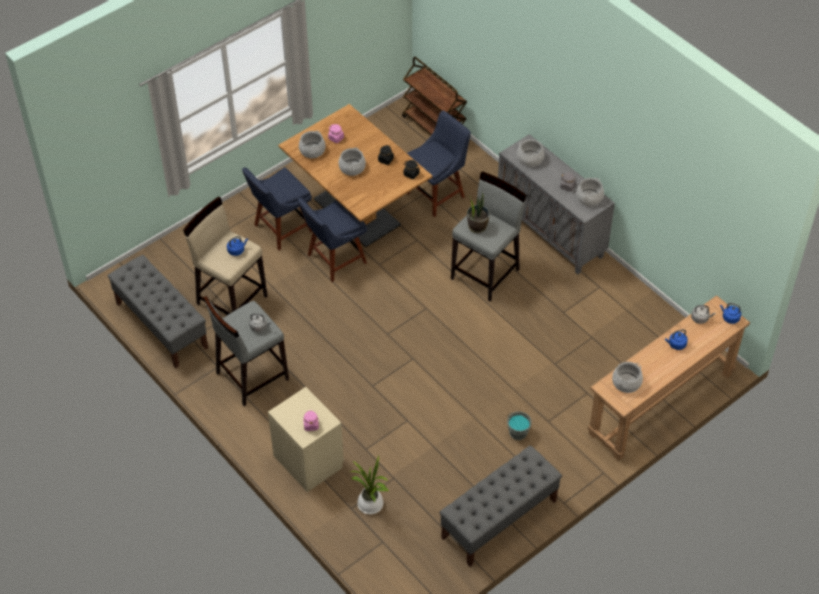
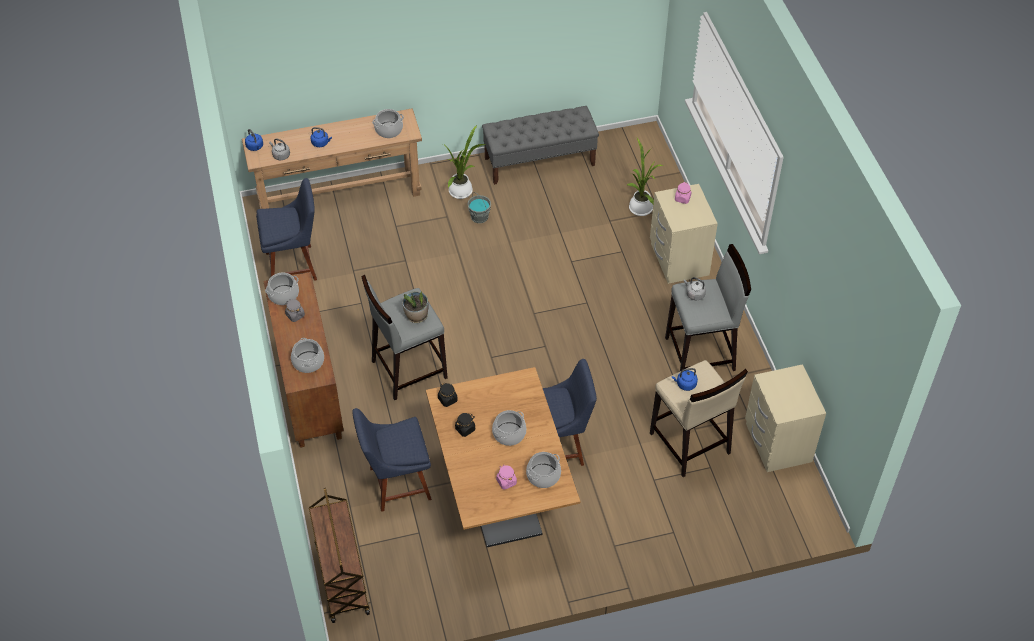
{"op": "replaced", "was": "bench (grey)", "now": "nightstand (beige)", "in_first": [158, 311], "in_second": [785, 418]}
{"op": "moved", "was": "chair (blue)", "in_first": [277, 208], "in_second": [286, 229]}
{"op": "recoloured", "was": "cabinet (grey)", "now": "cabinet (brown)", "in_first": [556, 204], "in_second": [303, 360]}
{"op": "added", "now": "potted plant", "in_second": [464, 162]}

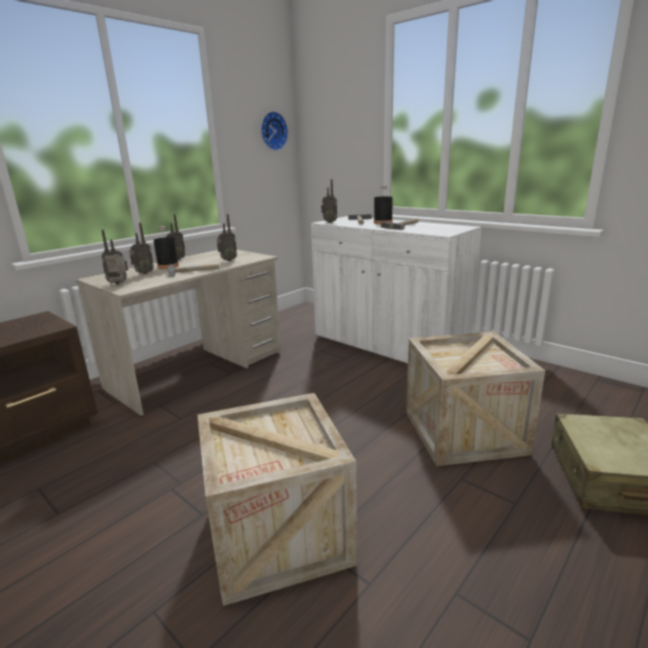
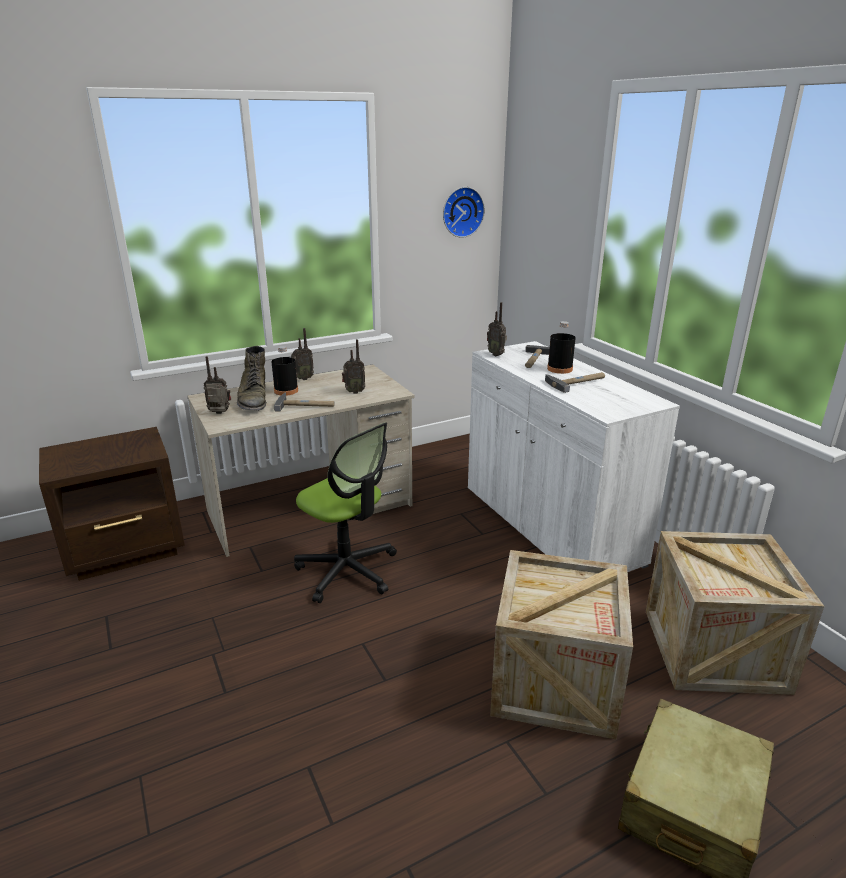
{"op": "replaced", "was": "radio", "now": "boot (green)", "in_first": [141, 248], "in_second": [251, 378]}
{"op": "moved", "was": "crate", "in_first": [277, 499], "in_second": [735, 613]}
{"op": "added", "now": "office chair", "in_second": [345, 512]}

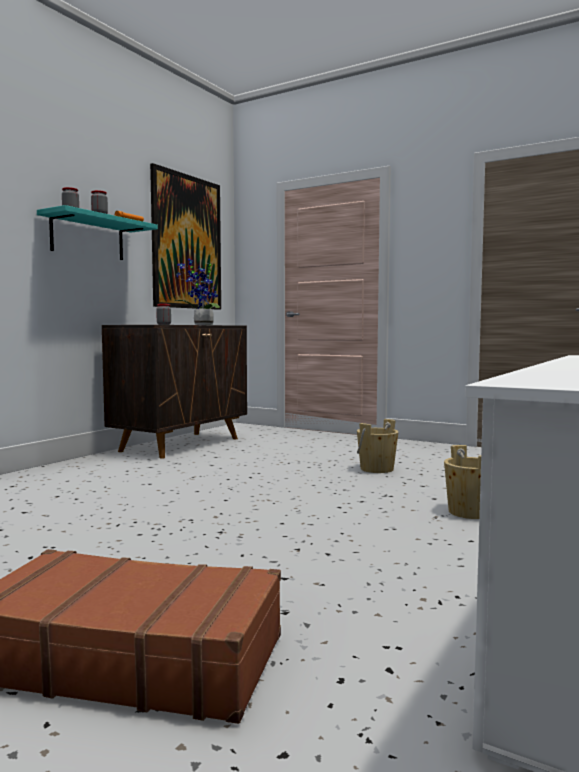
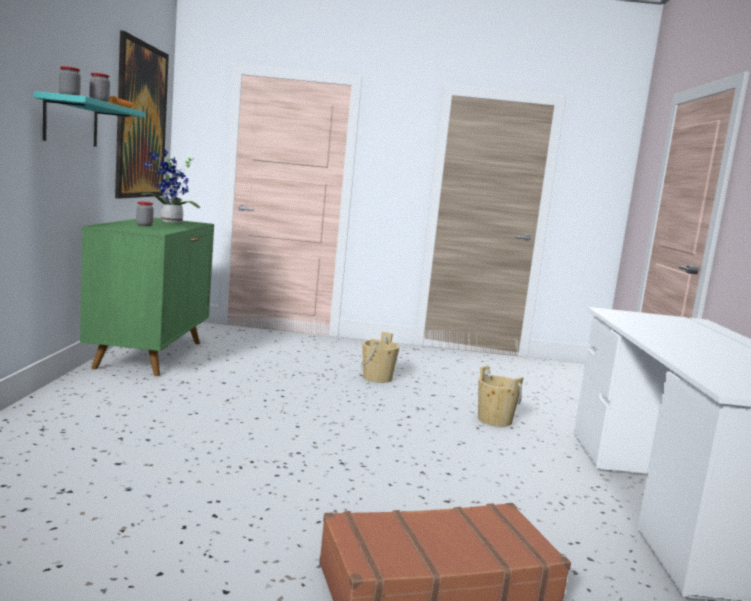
{"op": "recoloured", "was": "cabinet (brown)", "now": "cabinet (green)", "in_first": [174, 392], "in_second": [147, 297]}

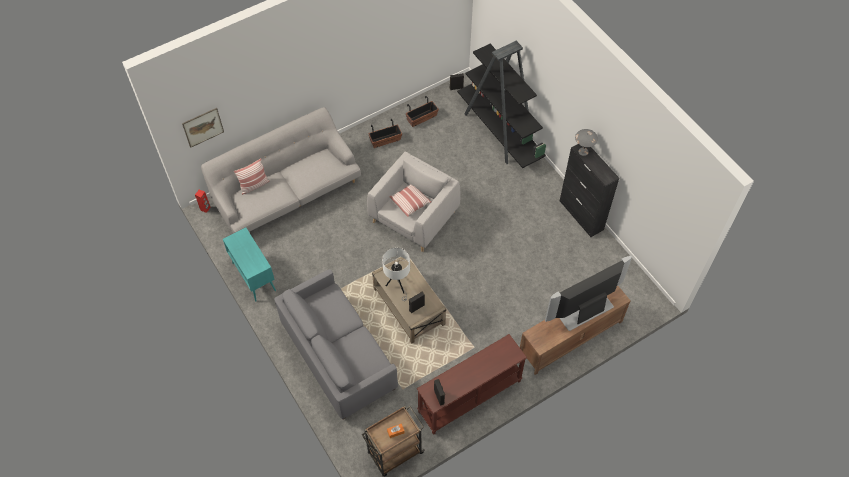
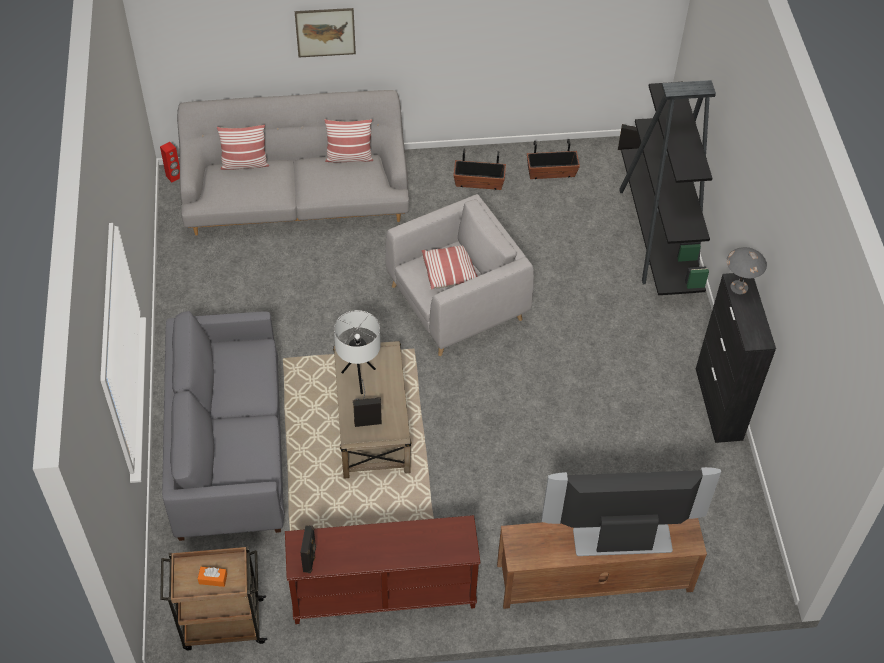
{"op": "moved", "was": "picture", "in_first": [203, 128], "in_second": [325, 32]}
{"op": "removed", "was": "cabinet (turquoise)", "in_first": [249, 264]}
{"op": "added", "now": "pillow", "in_second": [348, 141]}

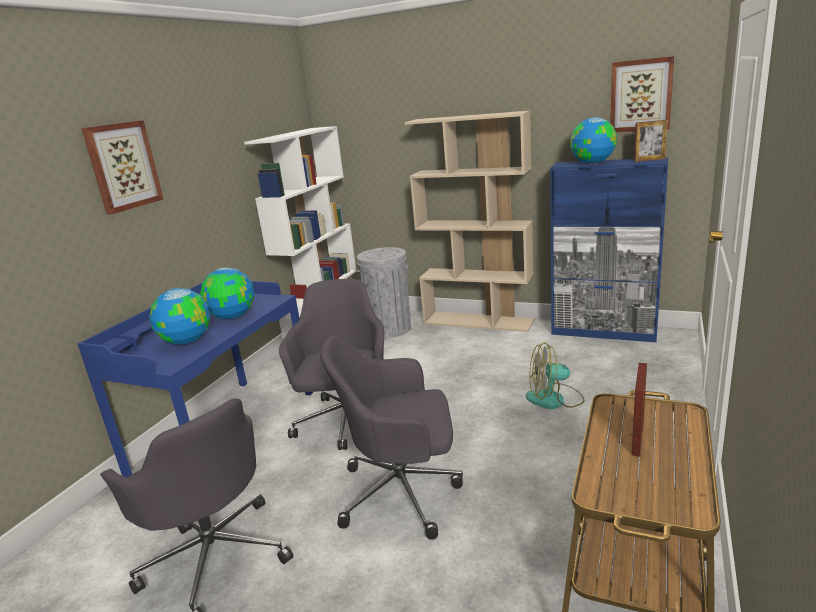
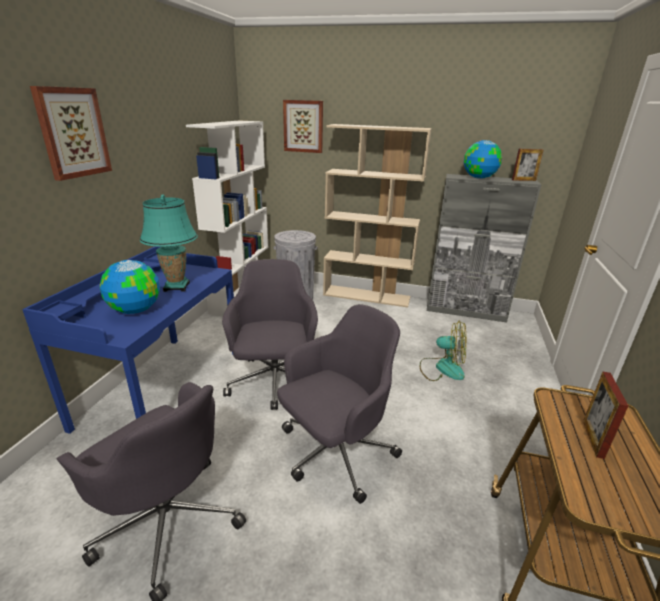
{"op": "replaced", "was": "globe", "now": "table lamp (turquoise)", "in_first": [227, 293], "in_second": [169, 243]}
{"op": "turned", "was": "office chair (grey)", "in_first": [391, 437], "in_second": [339, 404], "clockwise": 150}
{"op": "turned", "was": "fan", "in_first": [555, 376], "in_second": [443, 351], "clockwise": -150}
{"op": "recoloured", "was": "cabinet (blue)", "now": "cabinet (grey)", "in_first": [609, 250], "in_second": [484, 248]}
{"op": "moved", "was": "picture", "in_first": [642, 94], "in_second": [303, 126]}

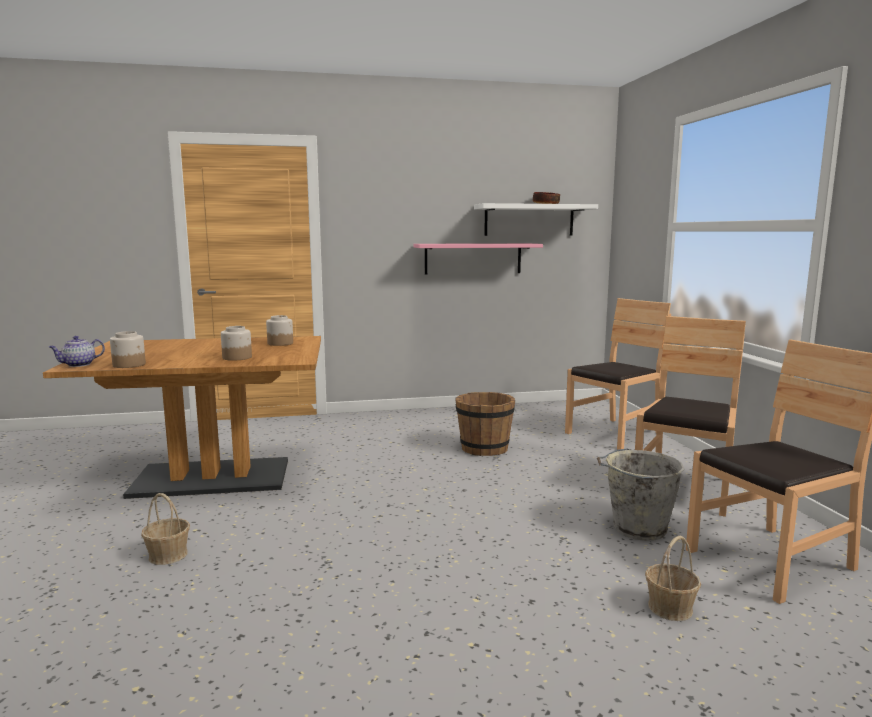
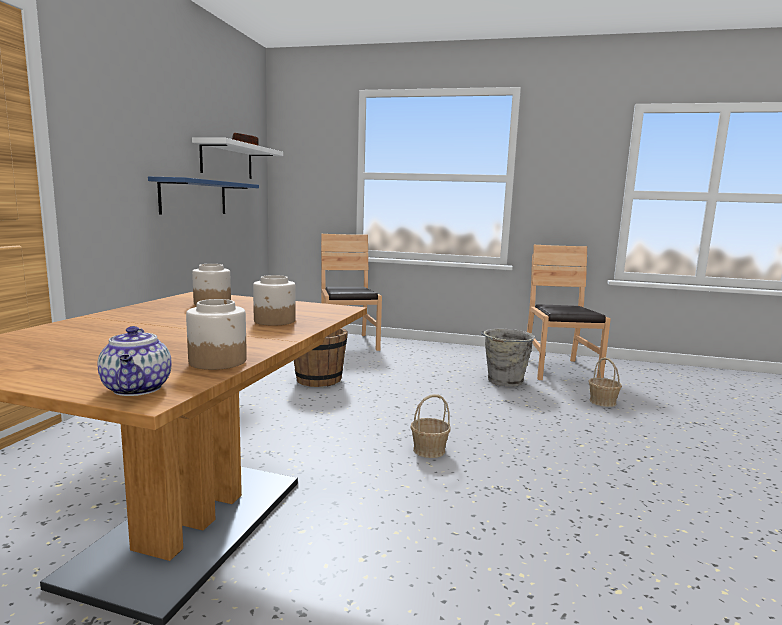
{"op": "moved", "was": "basket", "in_first": [165, 529], "in_second": [430, 426]}
{"op": "recoloured", "was": "shelf (pink)", "now": "shelf (blue)", "in_first": [478, 258], "in_second": [203, 196]}
{"op": "removed", "was": "chair (brown)", "in_first": [690, 416]}

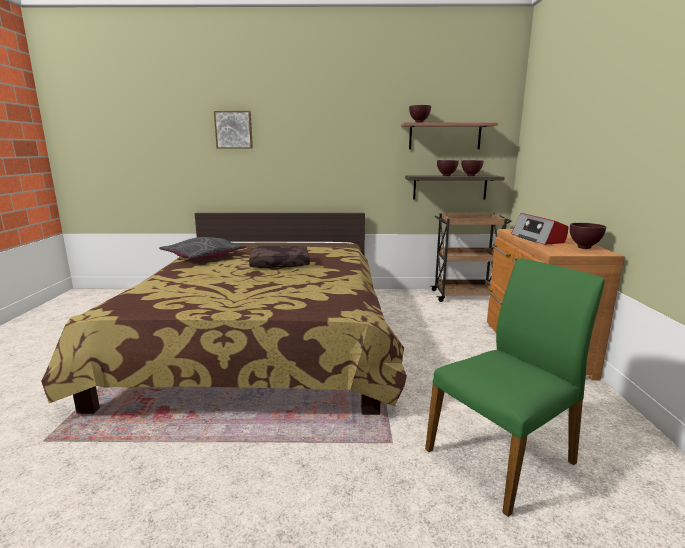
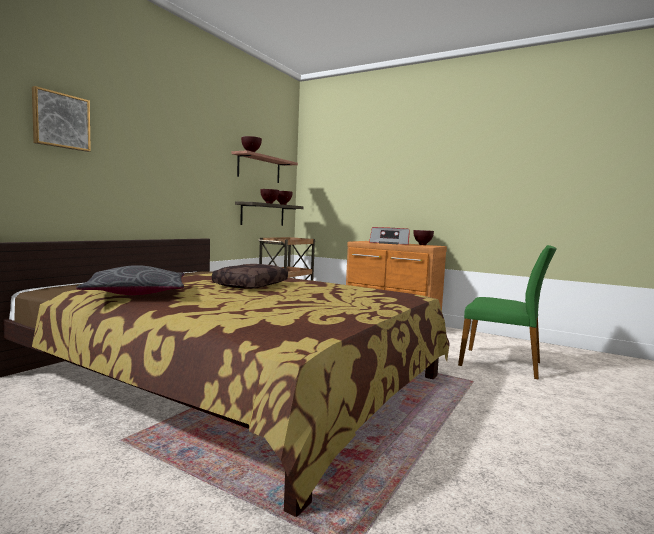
{"op": "turned", "was": "chair (green)", "in_first": [515, 387], "in_second": [507, 312], "clockwise": 120}

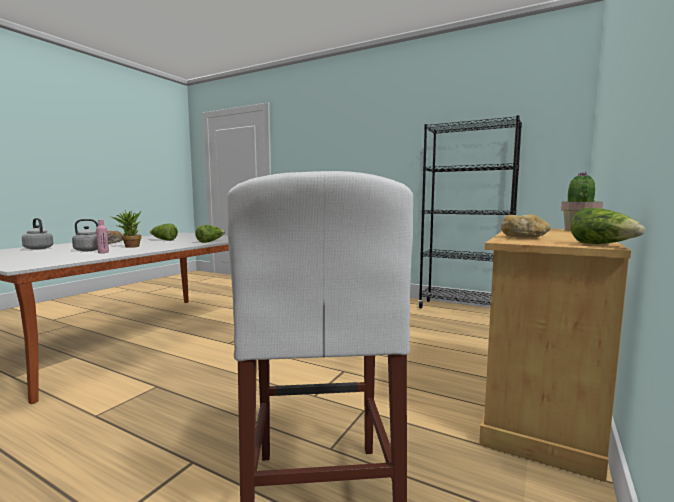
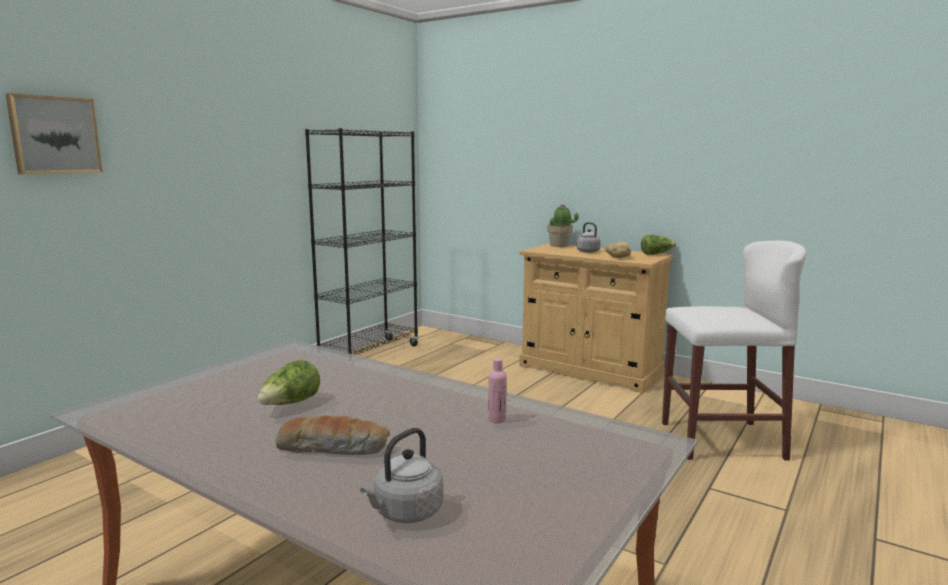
{"op": "moved", "was": "kettle (grey)", "in_first": [91, 235], "in_second": [588, 237]}
{"op": "removed", "was": "potted plant", "in_first": [125, 229]}
{"op": "removed", "was": "lettuce", "in_first": [210, 234]}
{"op": "added", "now": "picture", "in_second": [54, 133]}

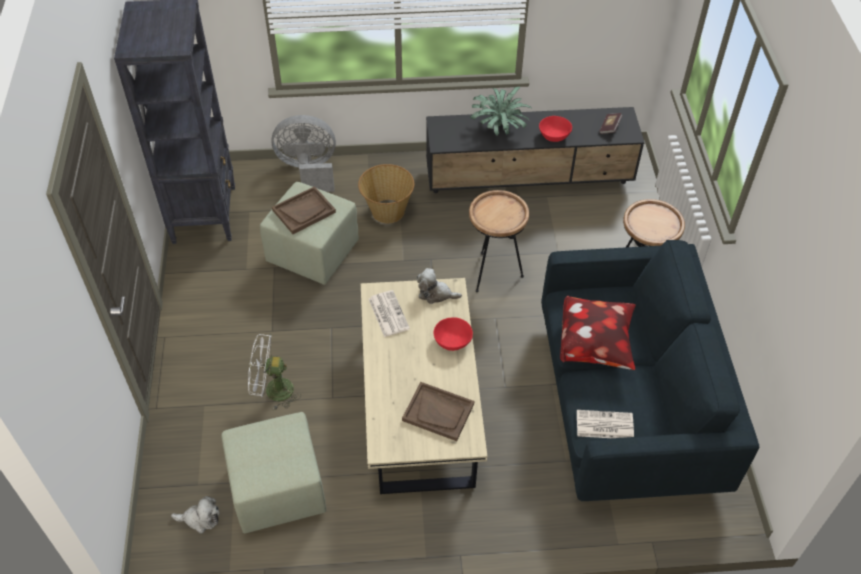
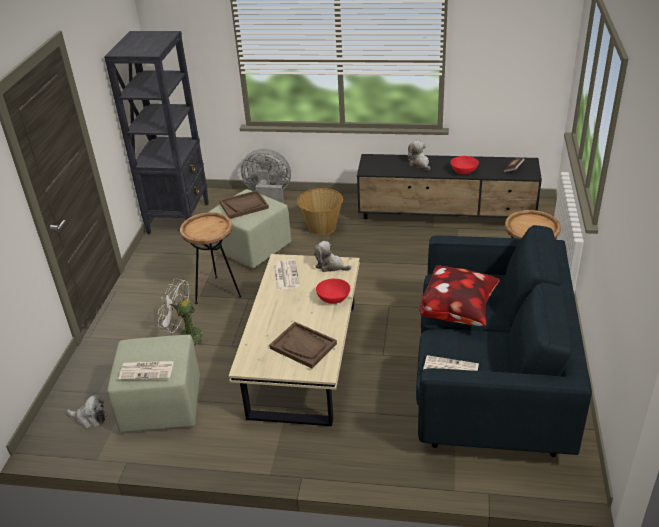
{"op": "moved", "was": "side table (brown)", "in_first": [499, 241], "in_second": [210, 258]}
{"op": "replaced", "was": "potted plant", "now": "plush toy", "in_first": [500, 111], "in_second": [418, 156]}
{"op": "added", "now": "newspaper", "in_second": [146, 370]}

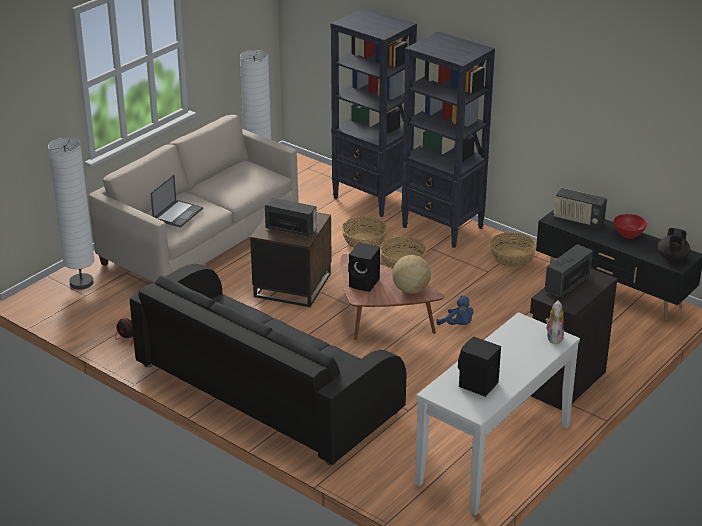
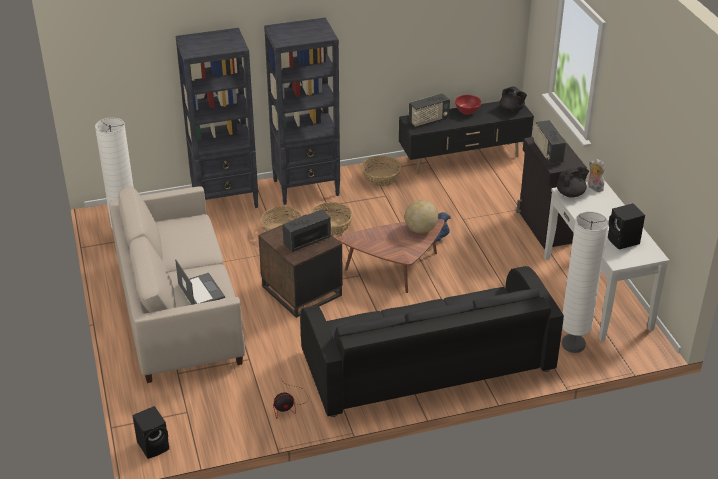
{"op": "moved", "was": "floor lamp (white)", "in_first": [71, 214], "in_second": [585, 282]}
{"op": "moved", "was": "speaker (black)", "in_first": [364, 266], "in_second": [151, 432]}
{"op": "added", "now": "teapot (black)", "in_second": [573, 182]}

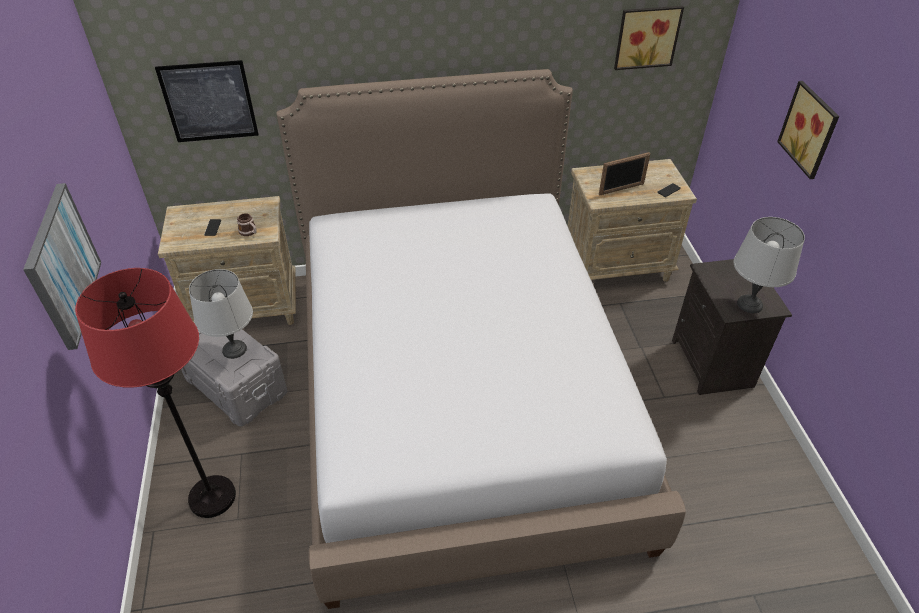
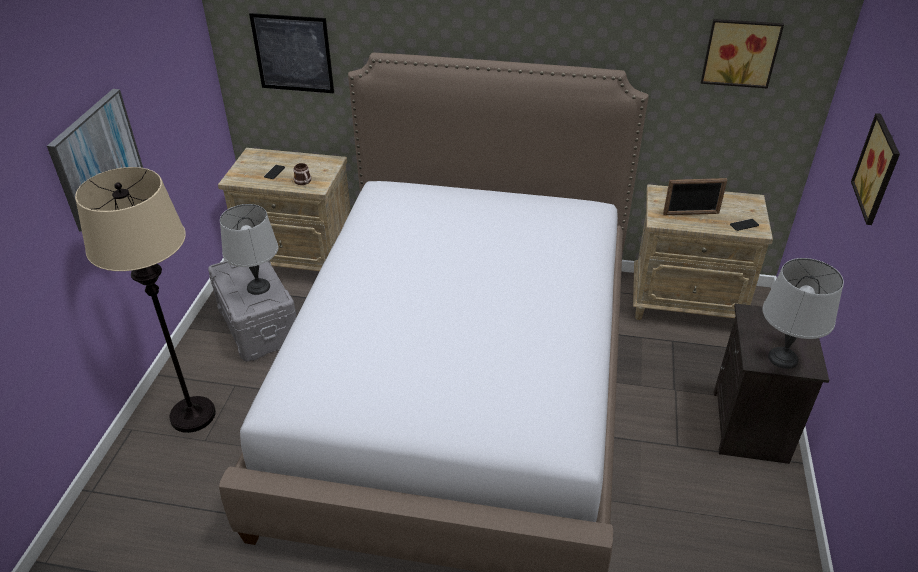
{"op": "recoloured", "was": "floor lamp (red)", "now": "floor lamp (beige)", "in_first": [155, 393], "in_second": [145, 300]}

